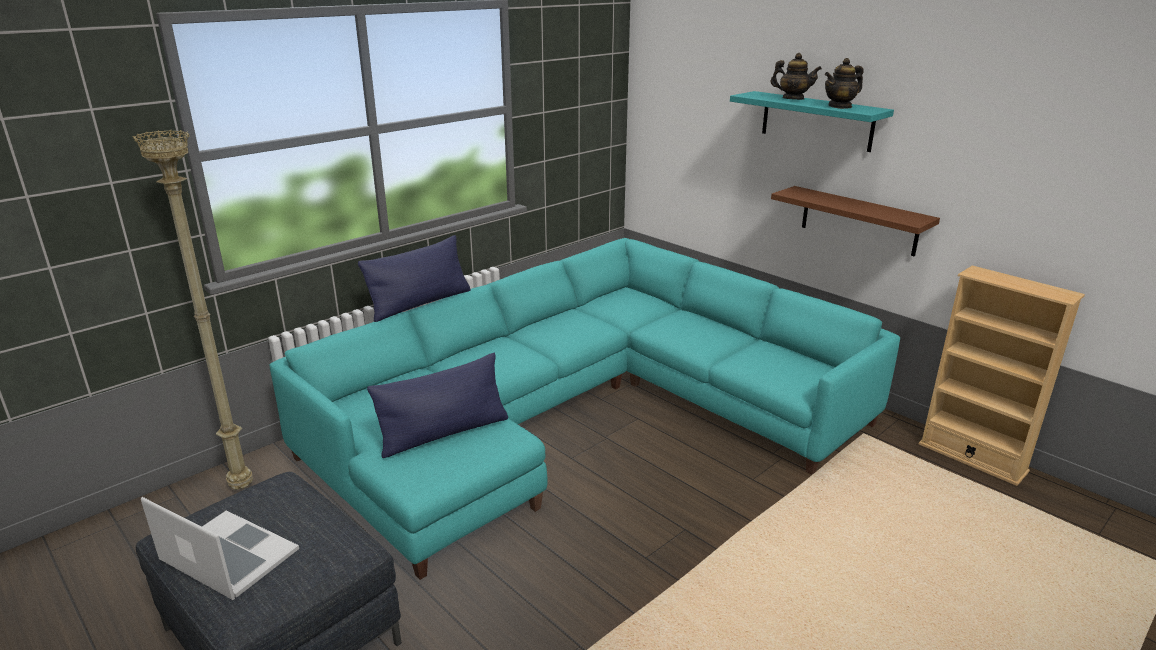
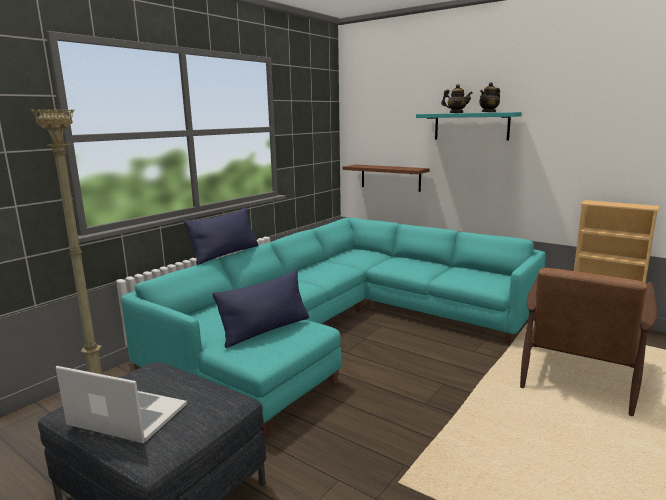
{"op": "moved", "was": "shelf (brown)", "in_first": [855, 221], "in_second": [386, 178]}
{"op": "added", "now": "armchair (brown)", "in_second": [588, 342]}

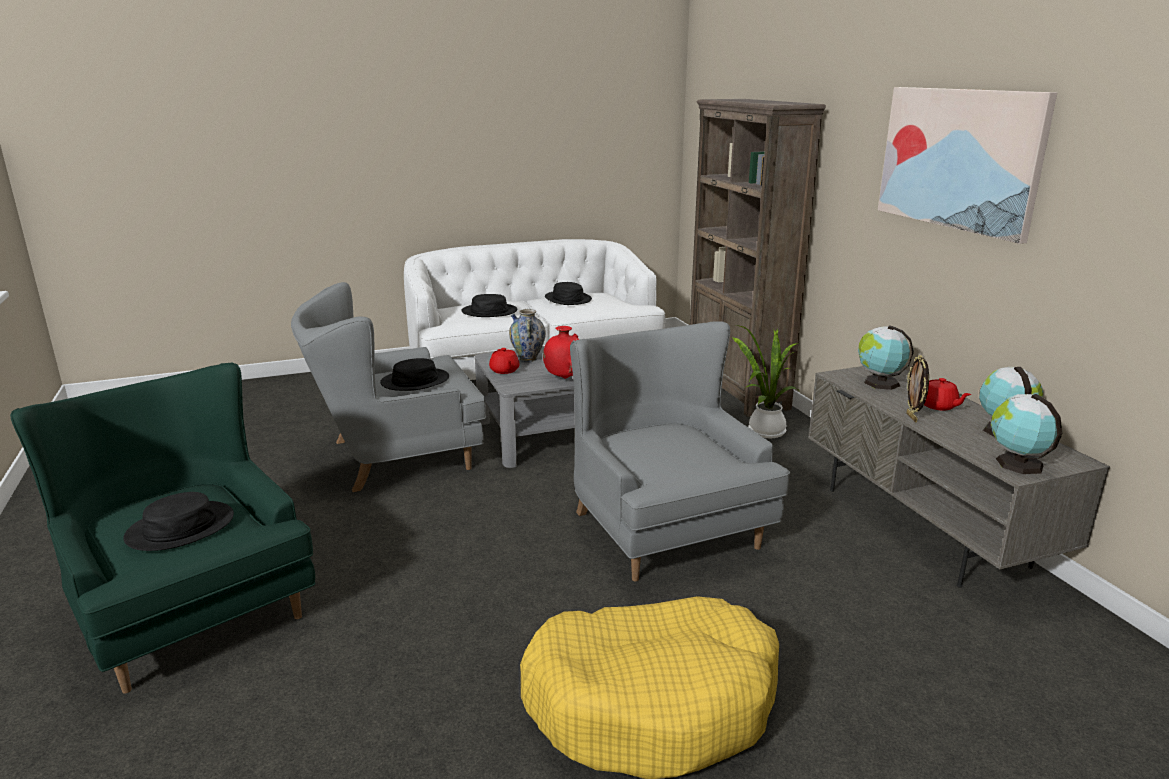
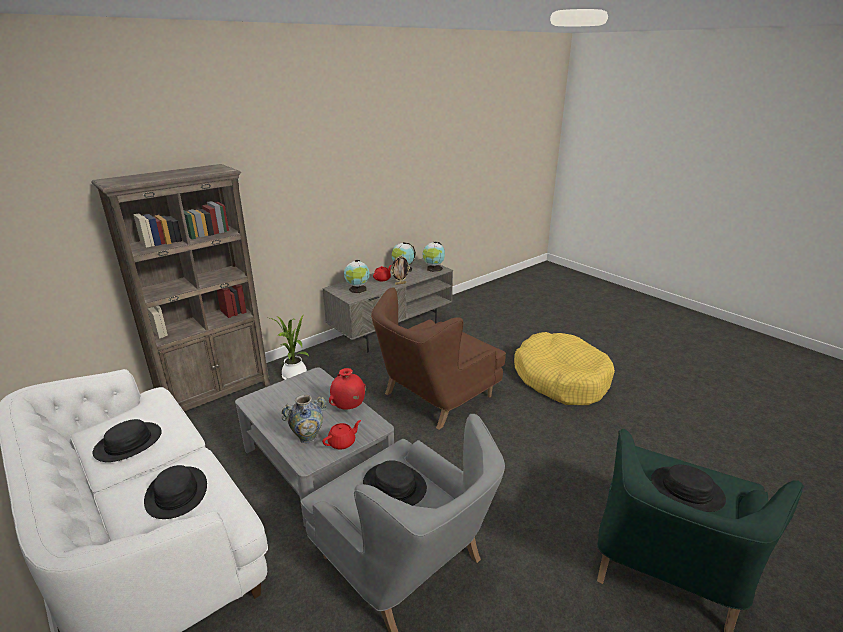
{"op": "recoloured", "was": "armchair (grey)", "now": "armchair (brown)", "in_first": [680, 451], "in_second": [438, 358]}
{"op": "removed", "was": "picture", "in_first": [967, 165]}

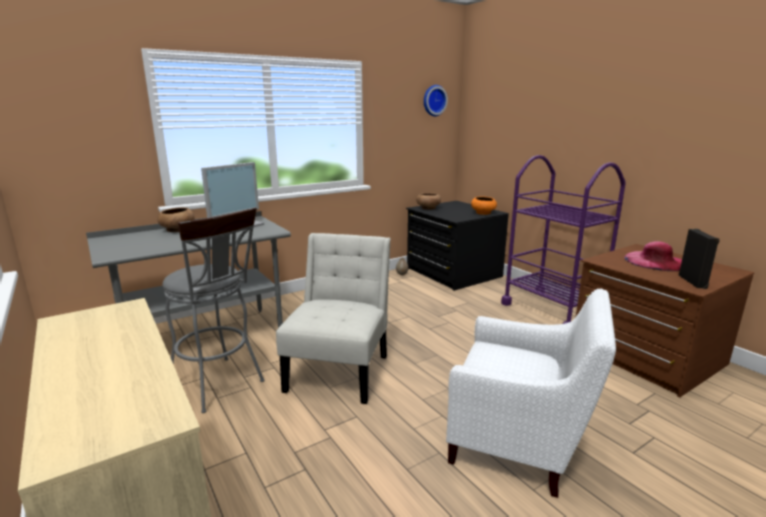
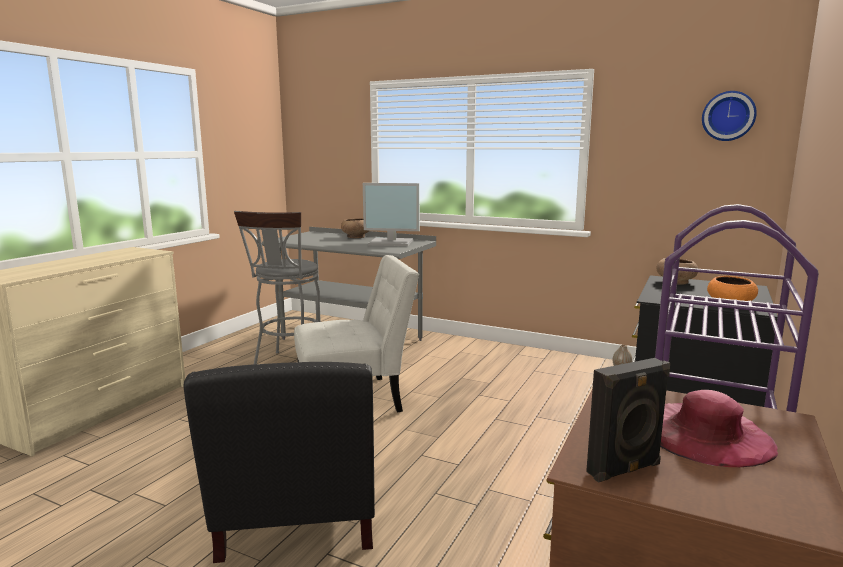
{"op": "recoloured", "was": "armchair (white)", "now": "armchair (black)", "in_first": [531, 393], "in_second": [279, 462]}

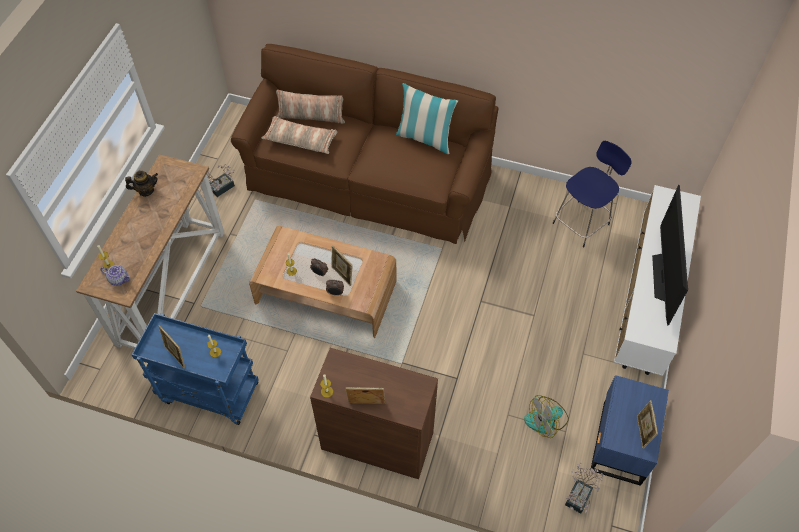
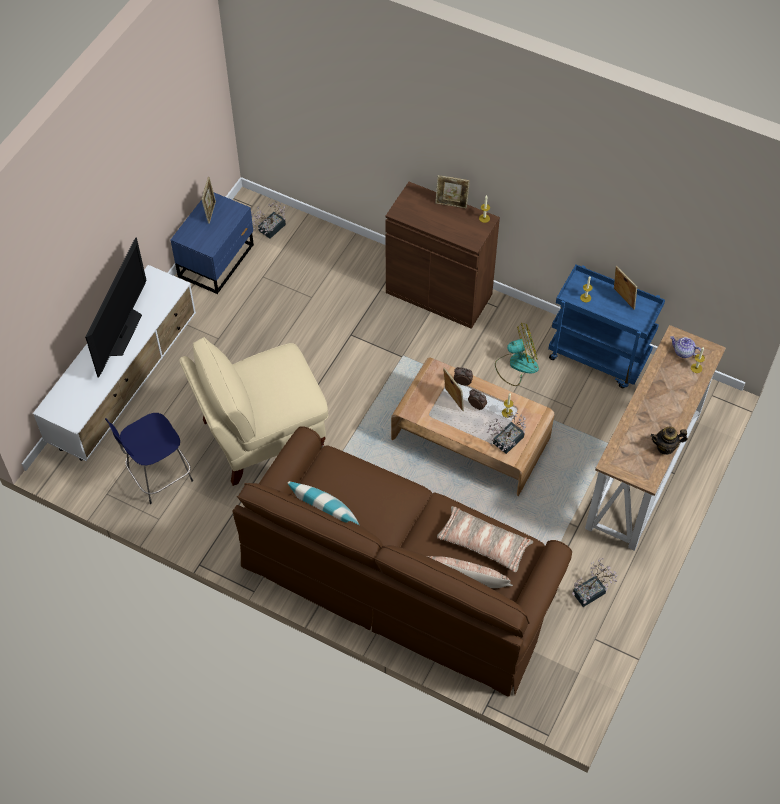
{"op": "moved", "was": "fan", "in_first": [546, 416], "in_second": [517, 354]}
{"op": "added", "now": "armchair (beige)", "in_second": [253, 411]}
{"op": "added", "now": "potted plant", "in_second": [506, 433]}

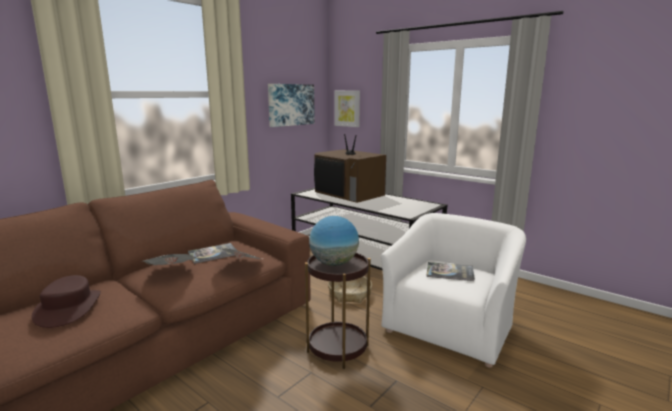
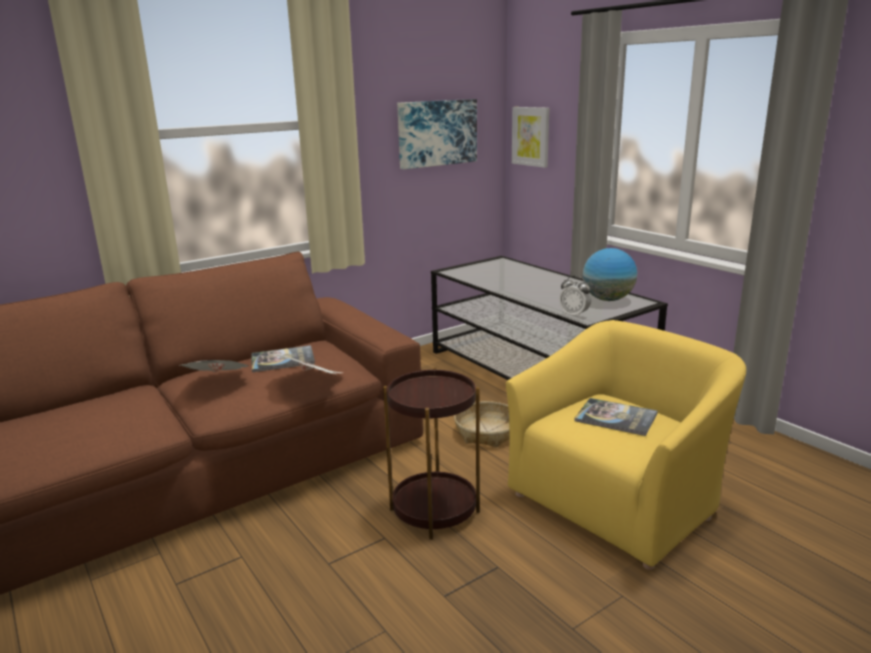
{"op": "removed", "was": "hat (brown)", "in_first": [66, 301]}
{"op": "moved", "was": "globe", "in_first": [334, 241], "in_second": [610, 274]}
{"op": "removed", "was": "television", "in_first": [350, 168]}
{"op": "recoloured", "was": "armchair (white)", "now": "armchair (yellow)", "in_first": [453, 290], "in_second": [626, 445]}
{"op": "added", "now": "alarm clock", "in_second": [575, 297]}

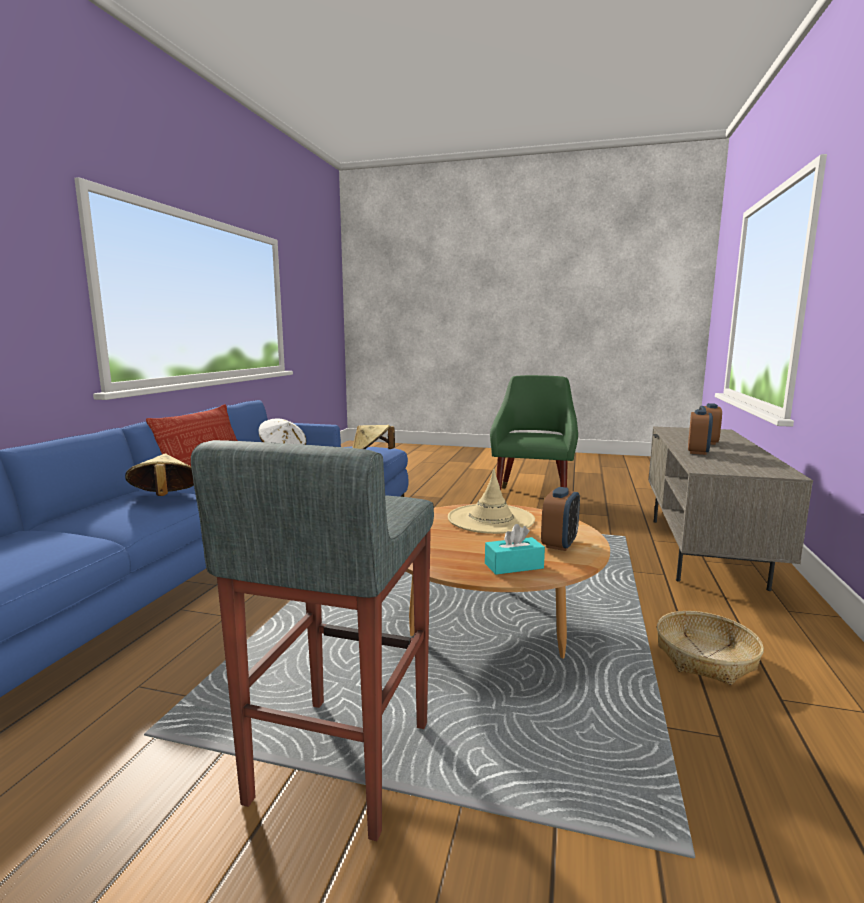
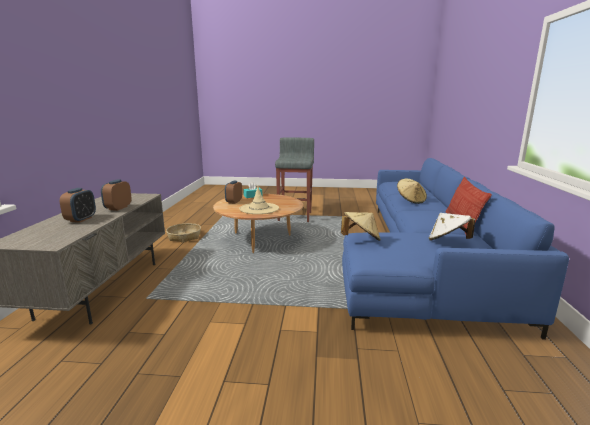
{"op": "removed", "was": "armchair (green)", "in_first": [534, 432]}

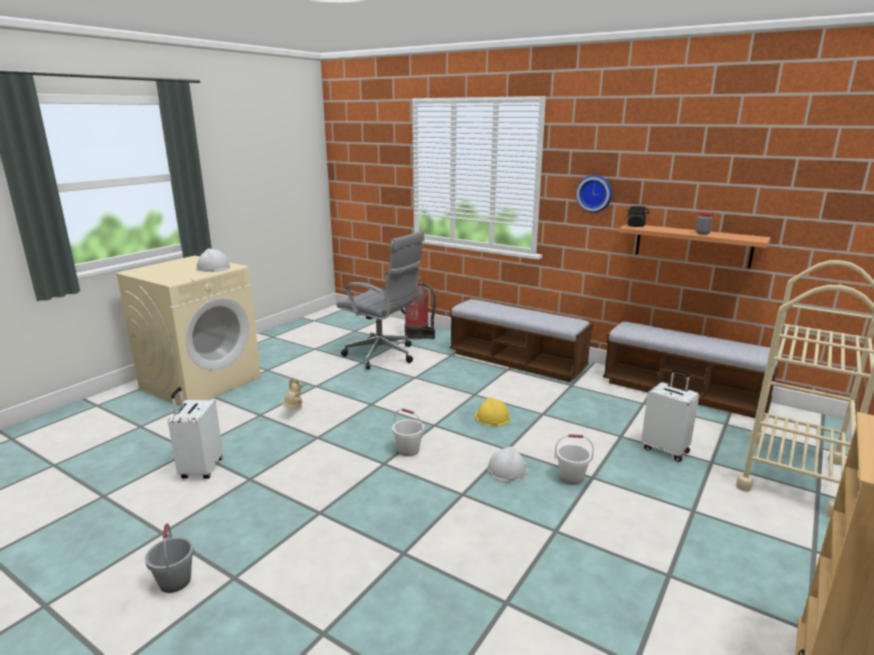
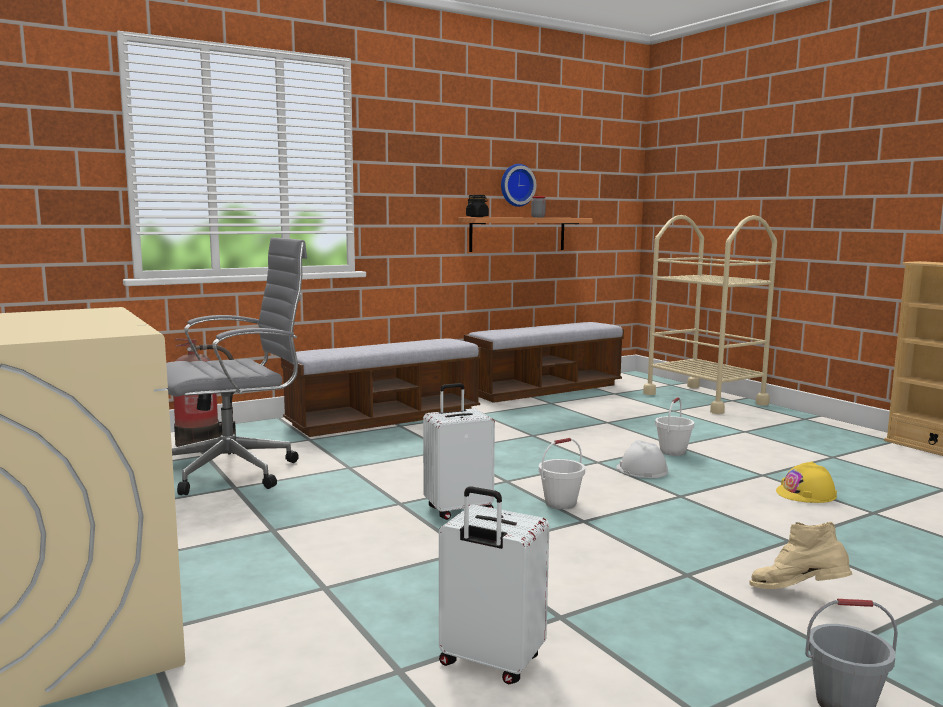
{"op": "removed", "was": "hard hat (white)", "in_first": [213, 260]}
{"op": "moved", "was": "boot (beige)", "in_first": [294, 394], "in_second": [800, 555]}
{"op": "moved", "was": "hard hat (yellow)", "in_first": [492, 411], "in_second": [806, 482]}
{"op": "moved", "was": "wall clock", "in_first": [594, 194], "in_second": [518, 185]}
{"op": "moved", "was": "suitcase (white)", "in_first": [670, 415], "in_second": [459, 451]}

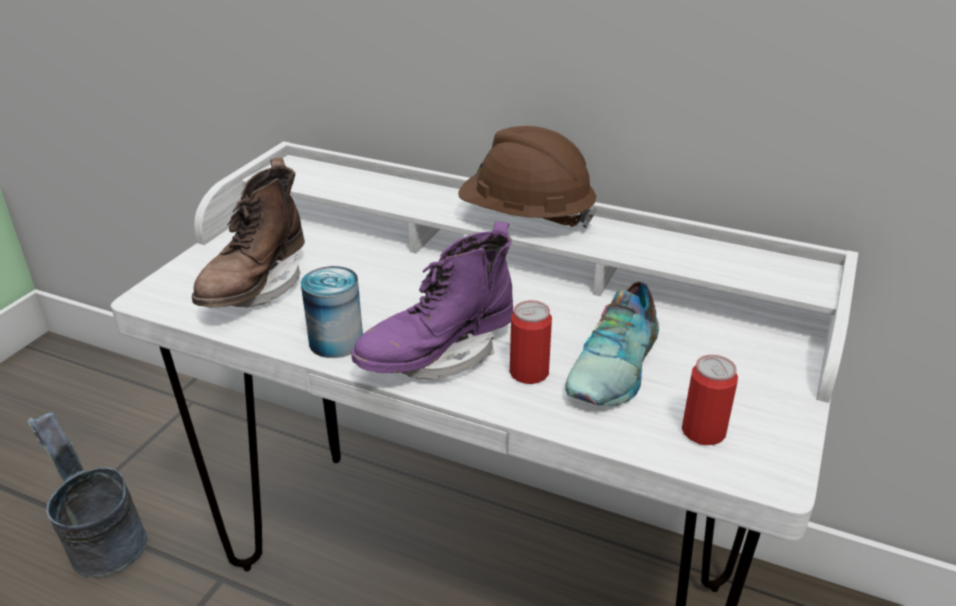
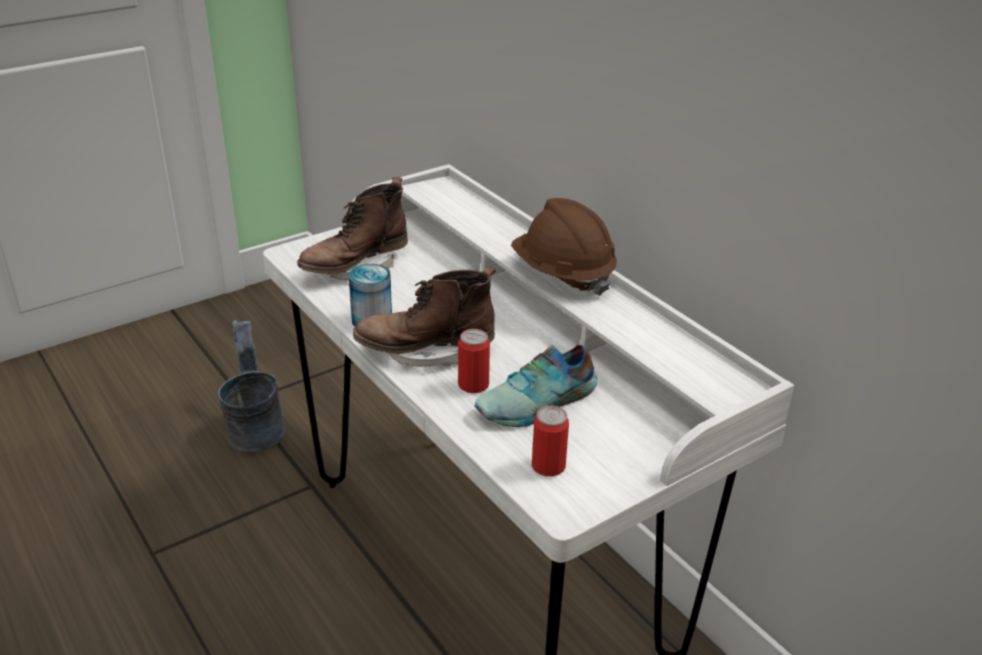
{"op": "recoloured", "was": "boot (purple)", "now": "boot (brown)", "in_first": [432, 301], "in_second": [424, 316]}

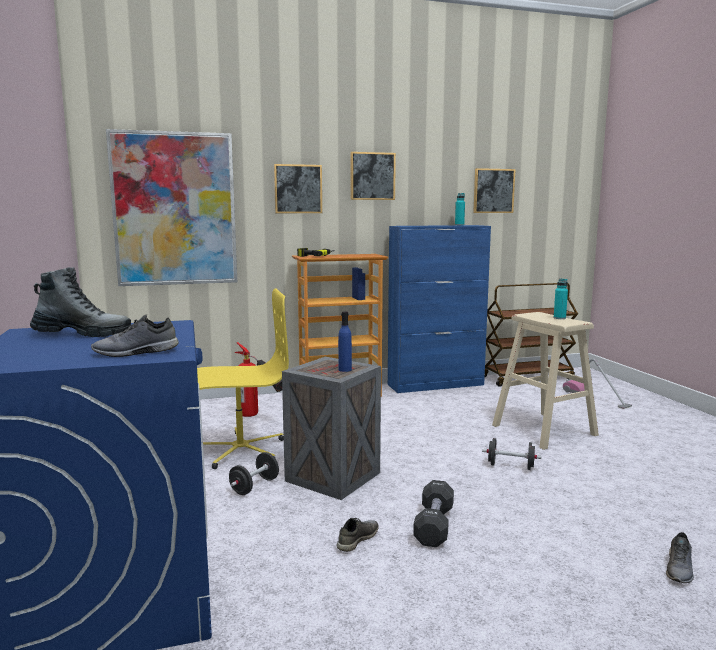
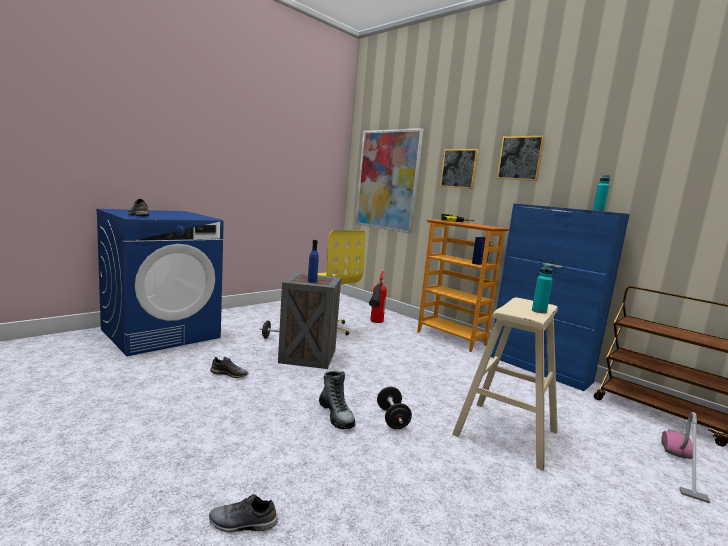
{"op": "moved", "was": "boot", "in_first": [80, 302], "in_second": [337, 400]}
{"op": "removed", "was": "dumbbell (black)", "in_first": [433, 513]}
{"op": "removed", "was": "picture", "in_first": [494, 190]}

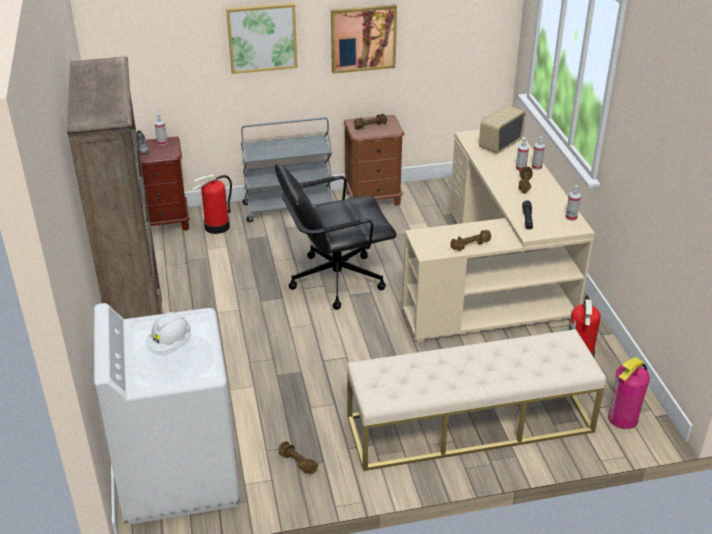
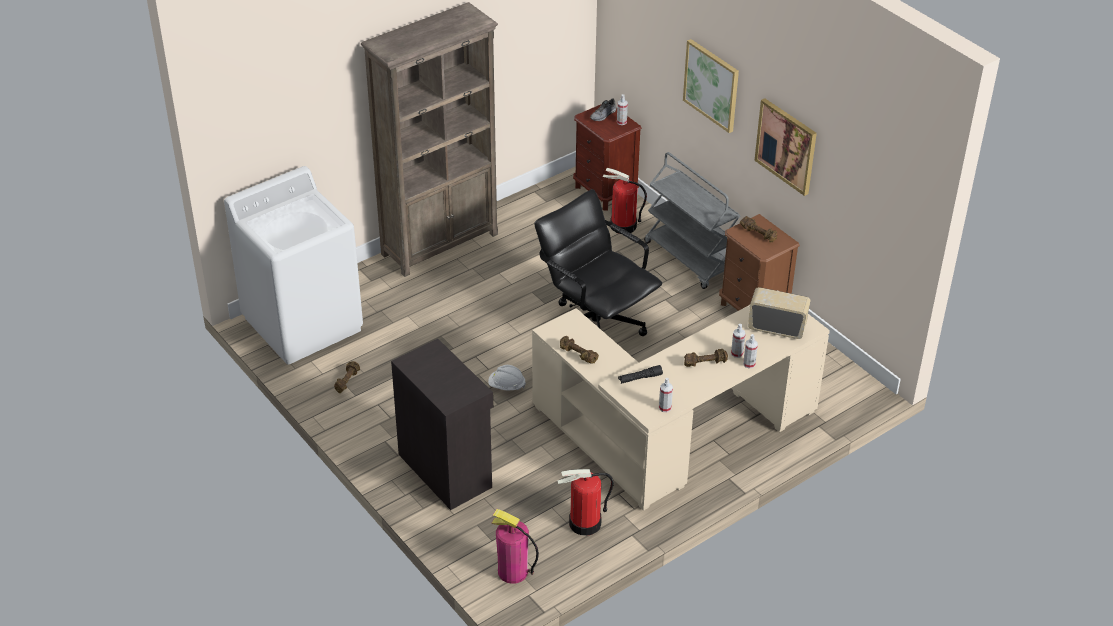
{"op": "moved", "was": "hard hat (white)", "in_first": [168, 332], "in_second": [507, 378]}
{"op": "replaced", "was": "bench (beige)", "now": "cabinet (black)", "in_first": [476, 400], "in_second": [442, 424]}

